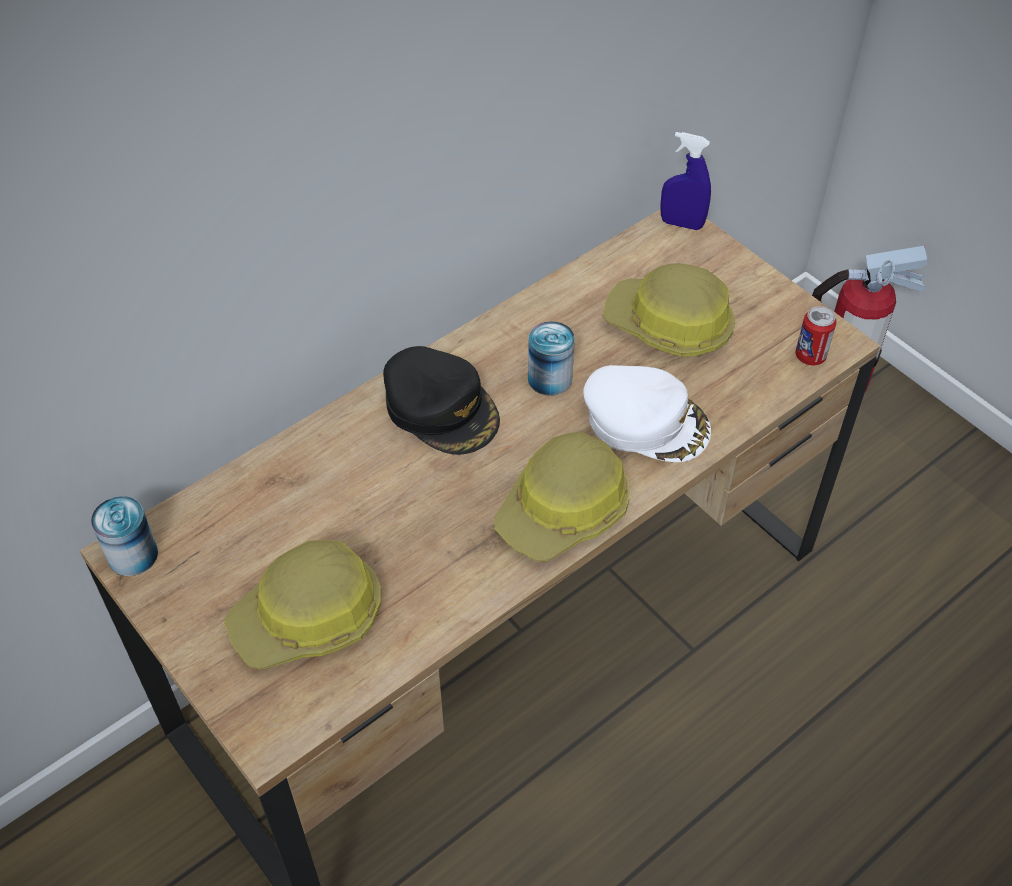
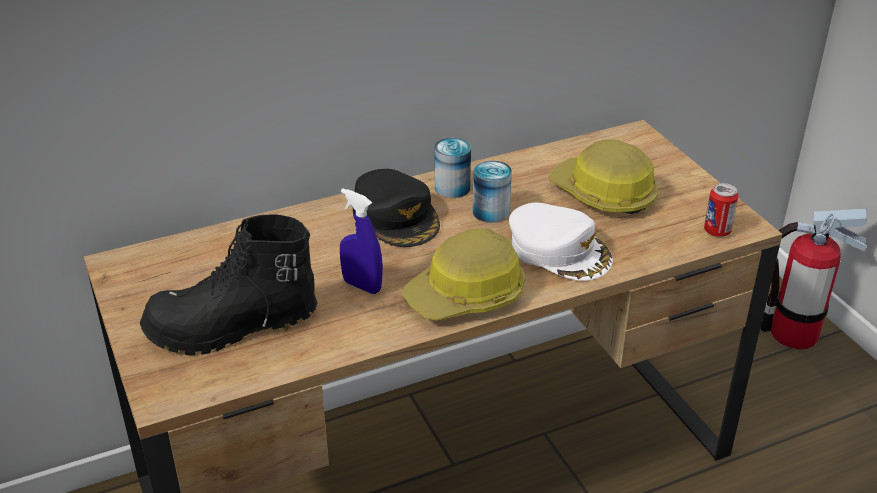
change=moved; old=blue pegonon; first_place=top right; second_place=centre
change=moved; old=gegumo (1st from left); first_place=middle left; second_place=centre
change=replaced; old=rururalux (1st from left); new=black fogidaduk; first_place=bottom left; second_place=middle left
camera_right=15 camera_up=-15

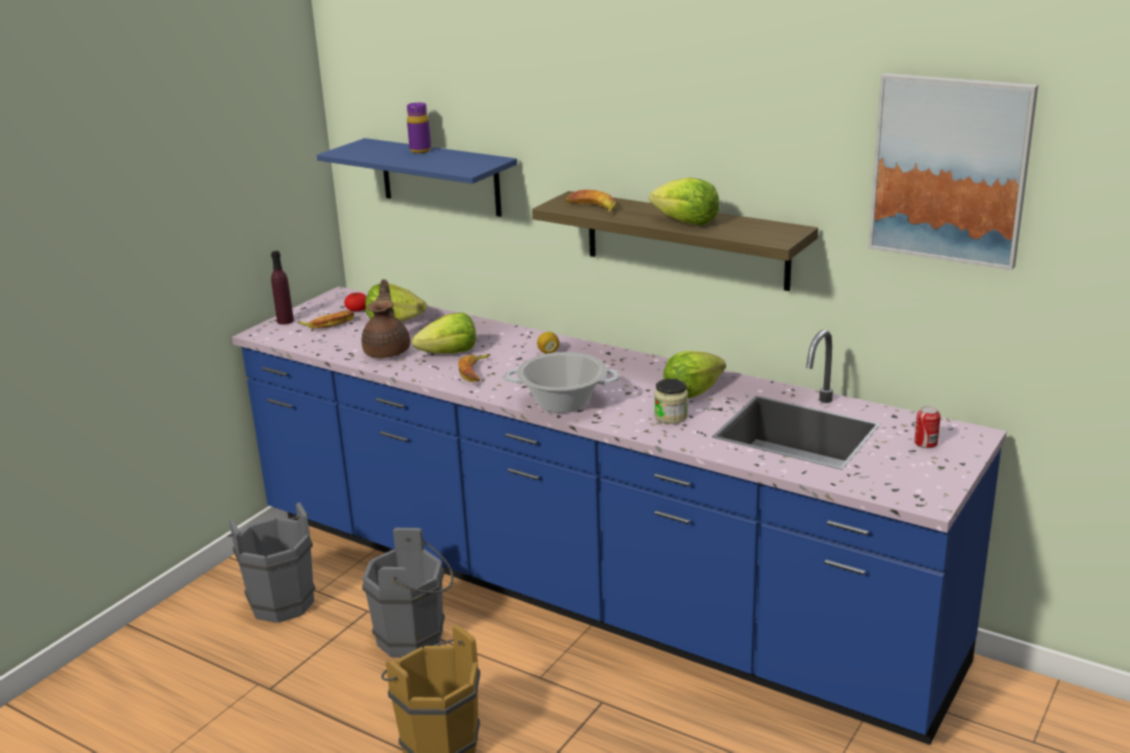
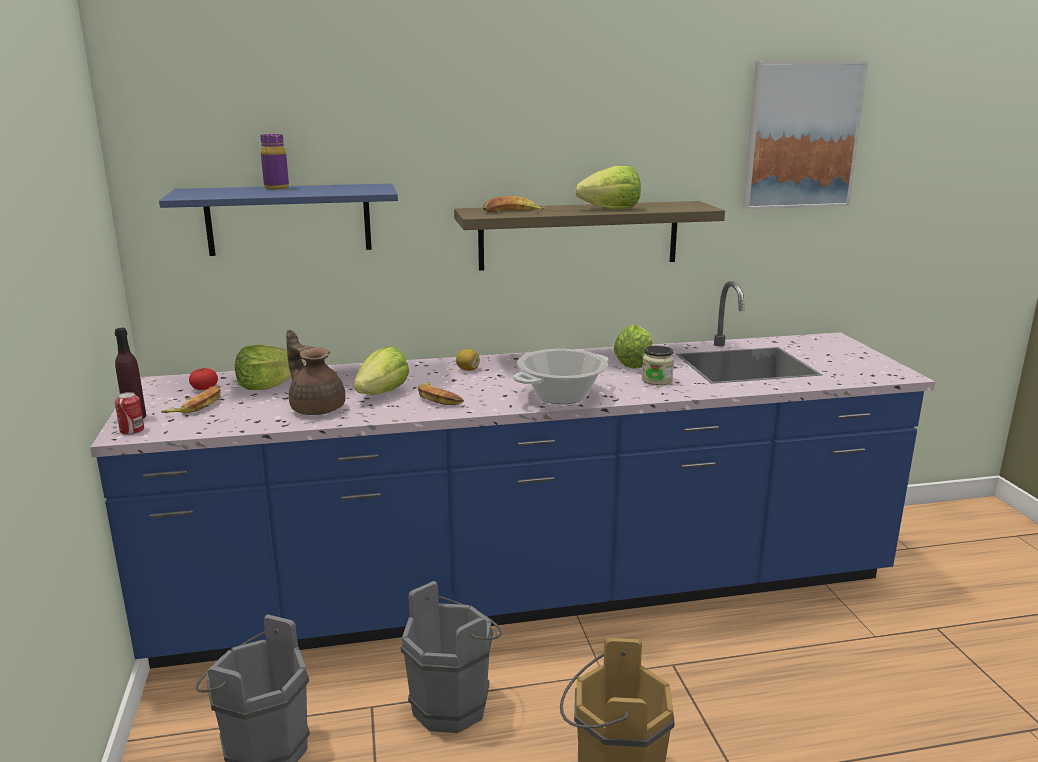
change=moved; old=gegumo; first_place=middle right; second_place=middle left
camera_right=-45 camera_up=-5

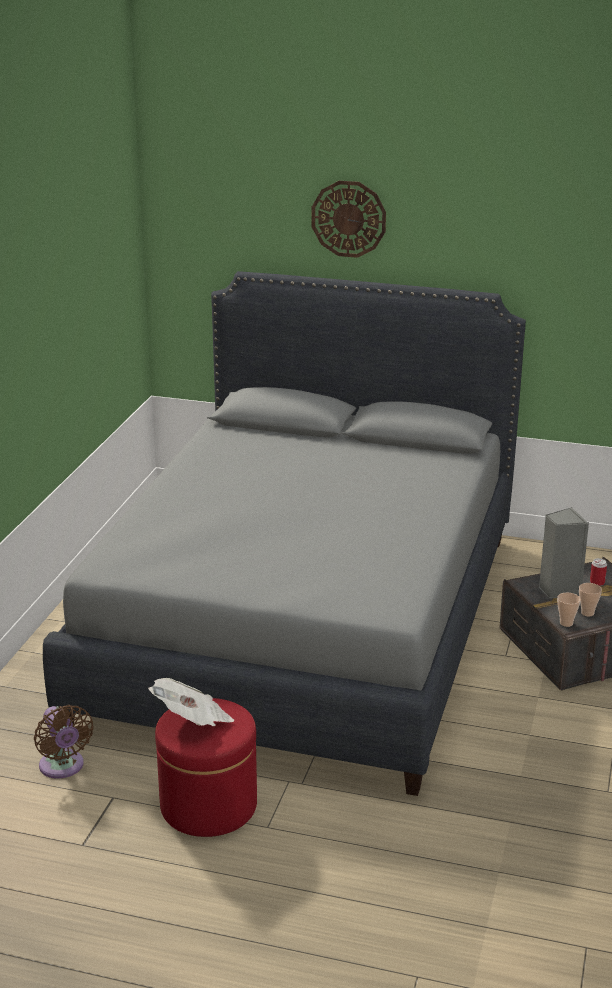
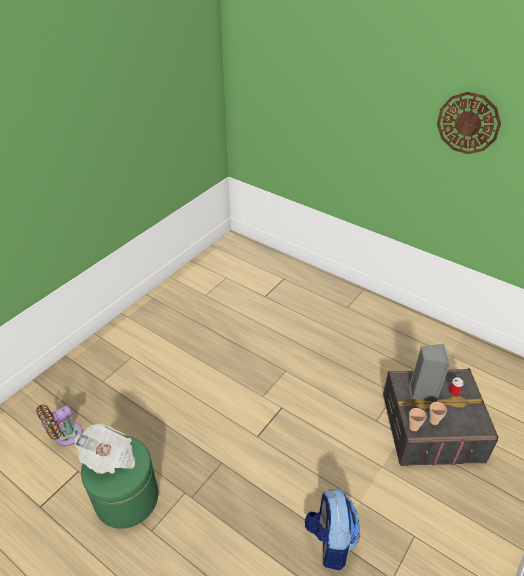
change=moved; old=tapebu; first_place=top centre; second_place=top right
change=removed; old=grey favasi; first_place=centre
change=recoloured; old=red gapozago; new=green gapozago; first_place=bottom centre; second_place=bottom left
change=turned; old=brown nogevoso; first_place=bottom left; second_place=bottom left; degrees=60
change=added; new=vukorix; second_place=bottom centre
camera_right=20 camera_up=15

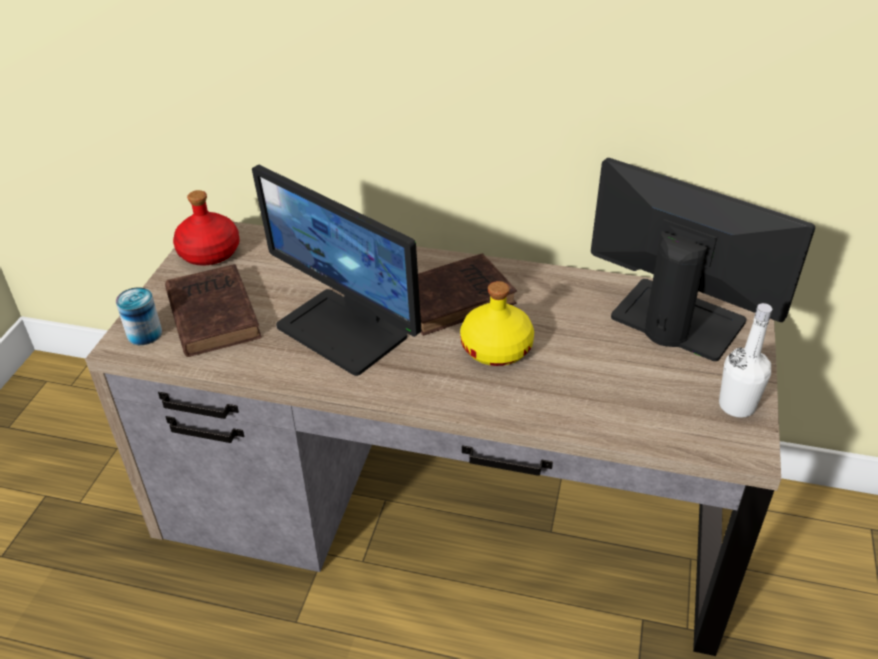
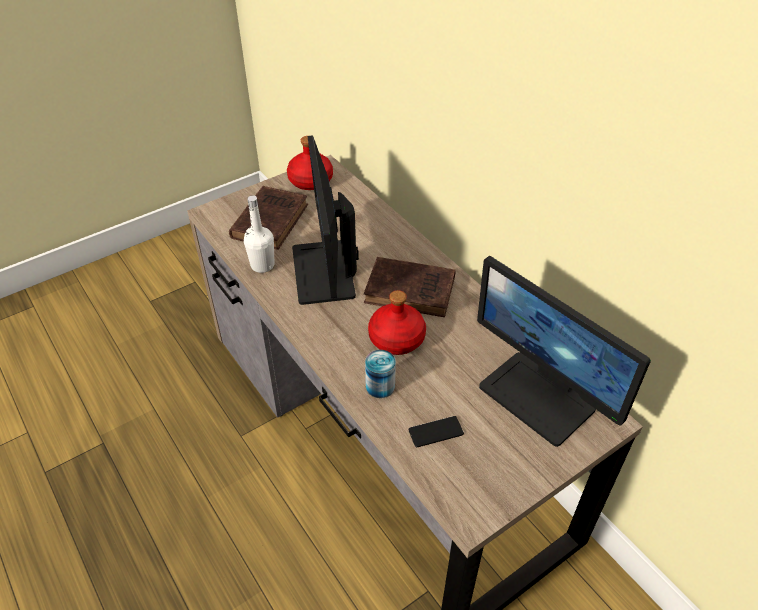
change=turned; old=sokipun (2nd from left); first_place=middle right; second_place=middle right; degrees=150
change=recoloured; old=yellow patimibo; new=red patimibo (2nd from left); first_place=centre; second_place=centre
change=moved; old=gegumo; first_place=middle left; second_place=centre
change=moved; old=white patimibo; first_place=middle right; second_place=centre
change=added; new=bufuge; second_place=bottom centre
camera_right=40 camera_up=5

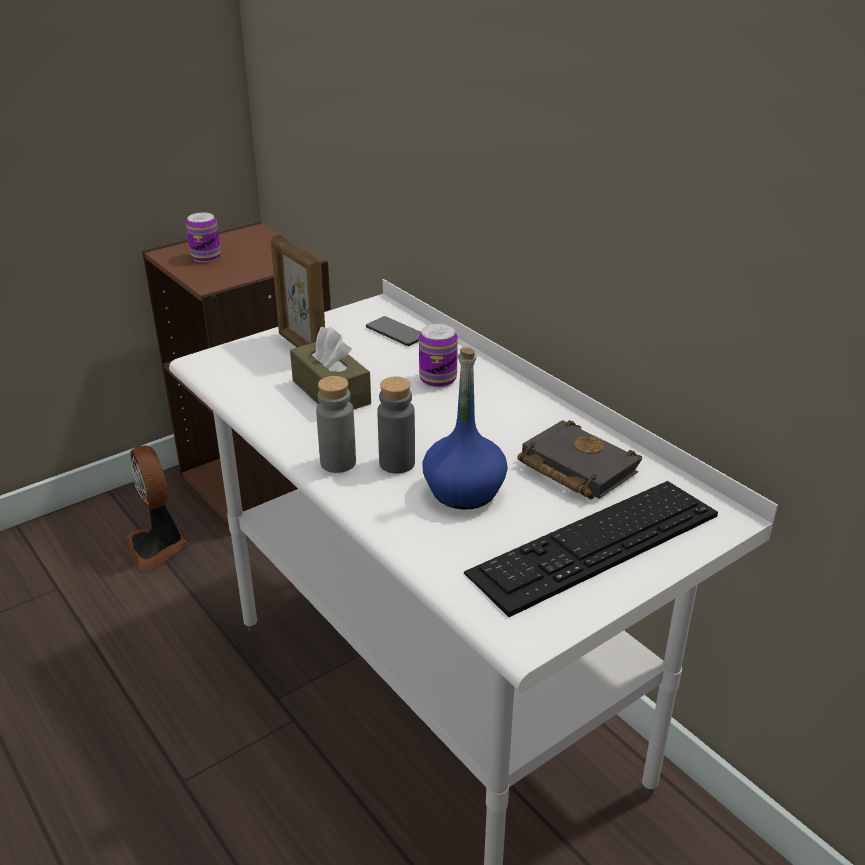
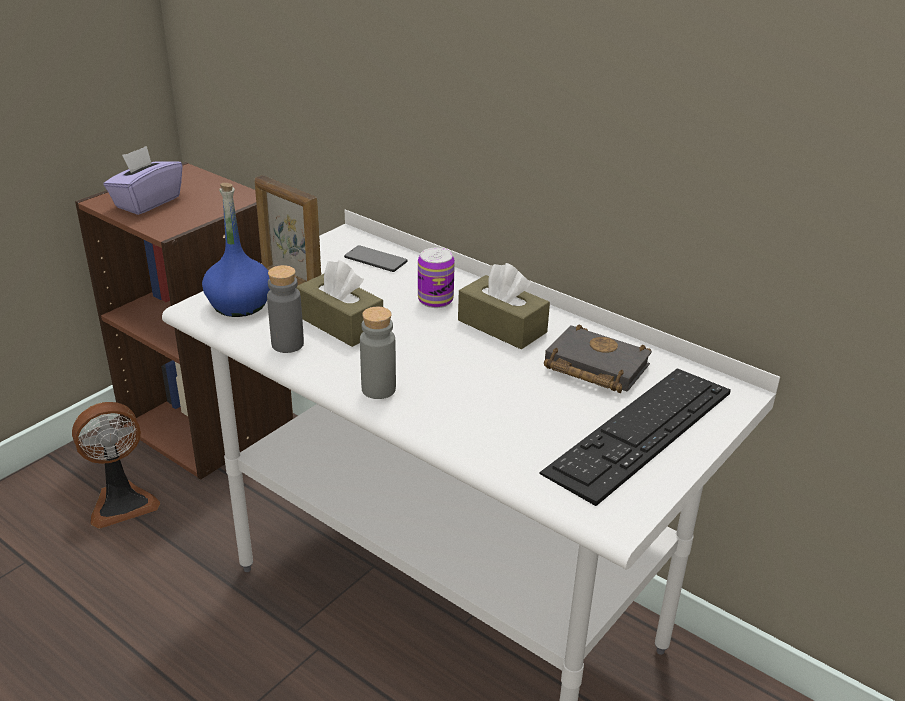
change=replaced; old=gegumo (1st from left); new=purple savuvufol; first_place=top left; second_place=top left
change=moved; old=blue patimibo; first_place=centre; second_place=middle left
change=moved; old=grey patimibo (2nd from left in the first image); new=grey patimibo (1st from left); first_place=centre; second_place=middle left
change=turned; old=nogevoso; first_place=middle left; second_place=middle left; degrees=-75
change=added; new=brown savuvufol (2nd from left); second_place=centre
camera_right=-15 camera_up=0

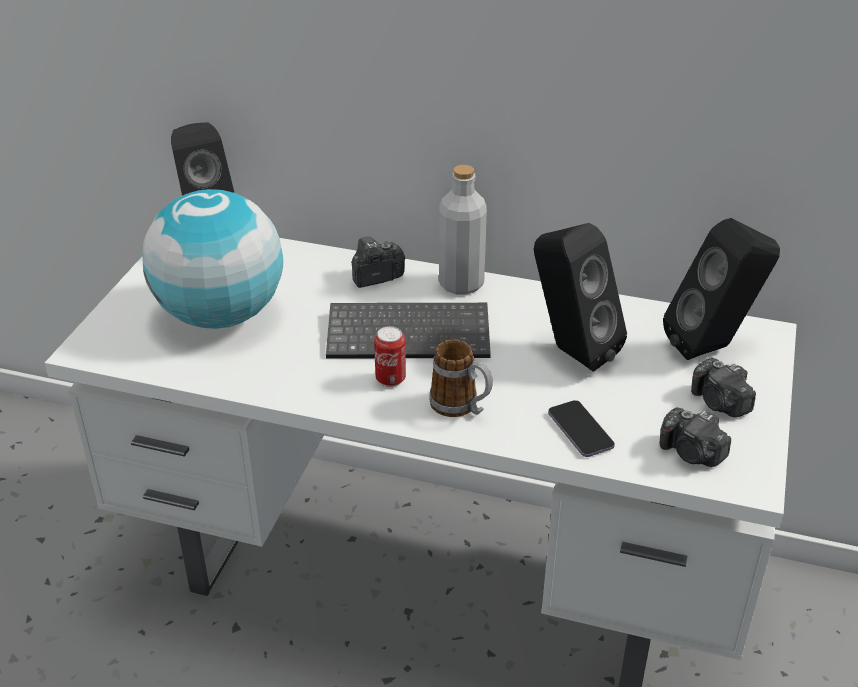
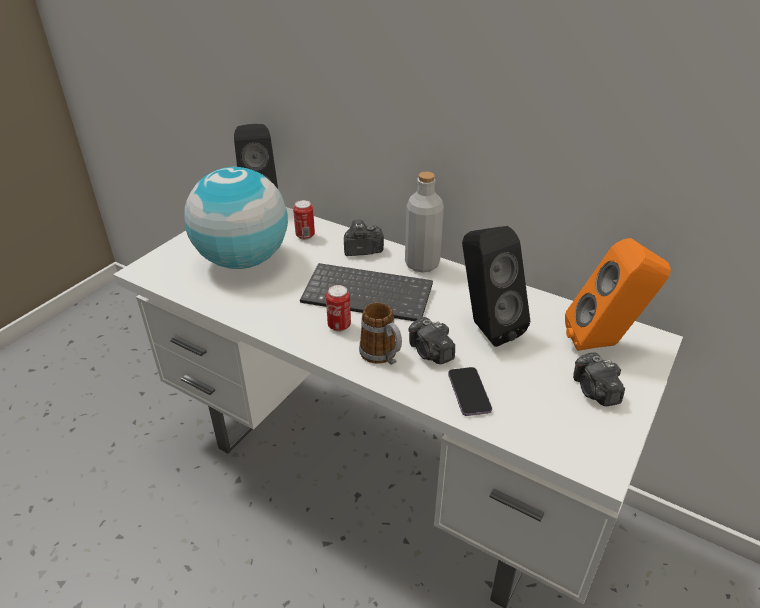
change=recoloured; old=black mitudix (3rd from left); new=orange mitudix; first_place=middle right; second_place=middle right
change=moved; old=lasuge (2nd from left); first_place=middle right; second_place=centre
change=added; new=gegumo (1st from left); second_place=centre
camera_right=15 camera_up=0

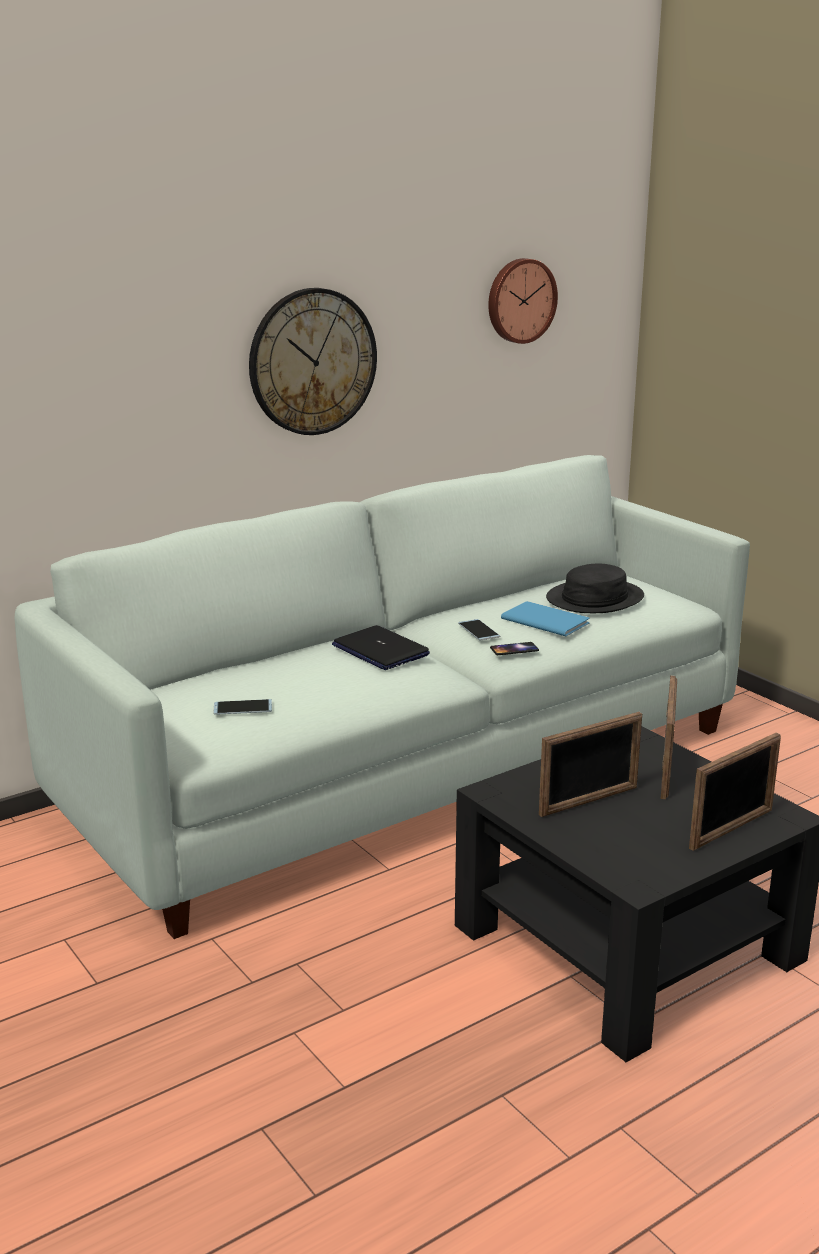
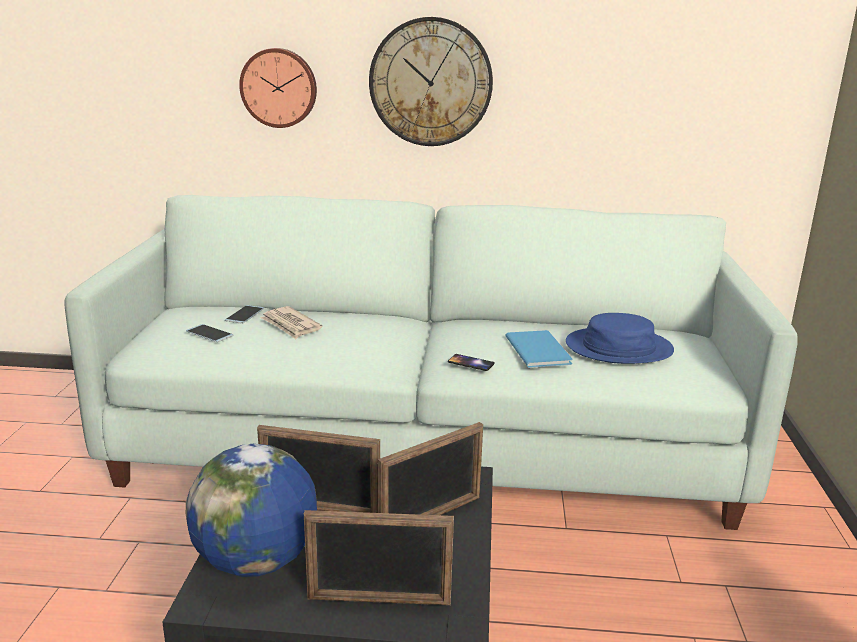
change=moved; old=tapebu (2nd from left in the first image); new=tapebu (1st from left); first_place=top centre; second_place=top left
change=recoloured; old=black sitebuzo; new=blue sitebuzo; first_place=middle right; second_place=middle right
change=moved; old=bufuge (2nd from left); first_place=centre; second_place=middle left
change=removed; old=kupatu; first_place=centre
change=added; new=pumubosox; second_place=centre
change=added; new=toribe; second_place=bottom left
camera_right=40 camera_up=0

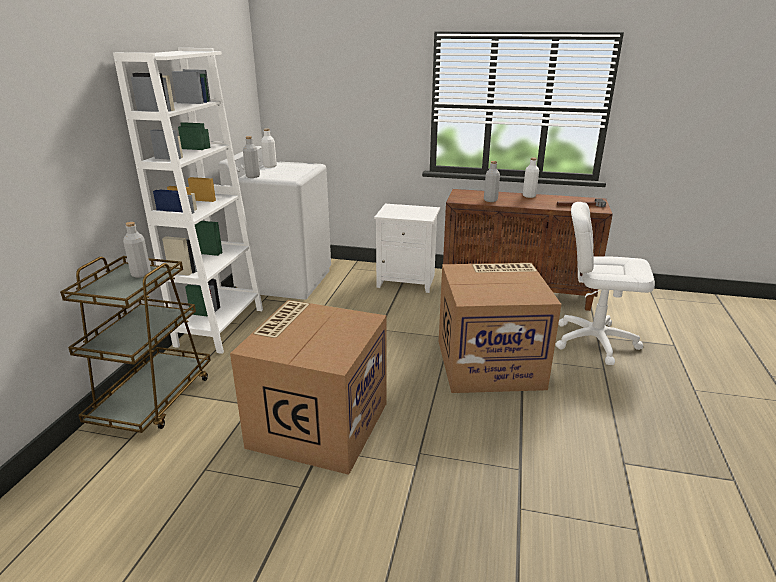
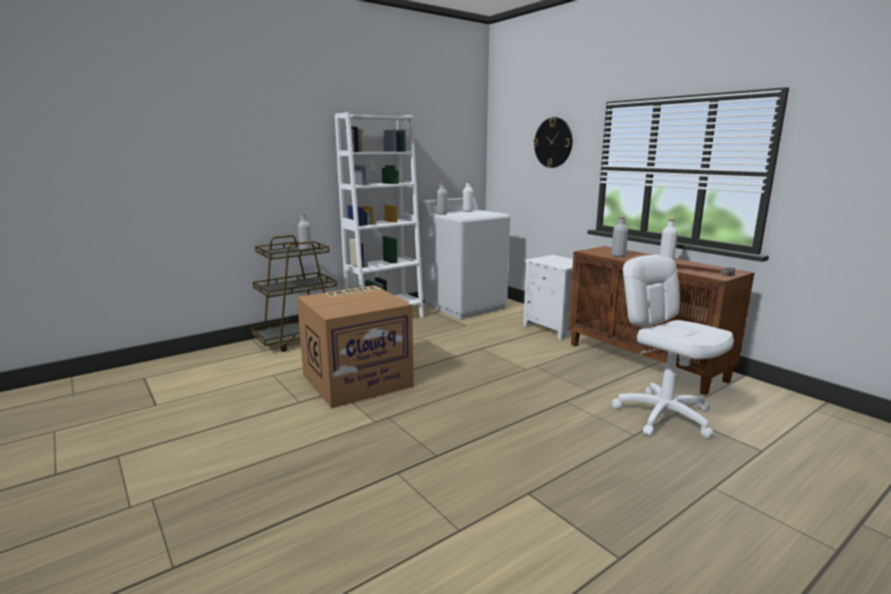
change=removed; old=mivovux (2nd from left); first_place=centre
change=added; new=tapebu; second_place=top centre
camera_right=40 camera_up=-10

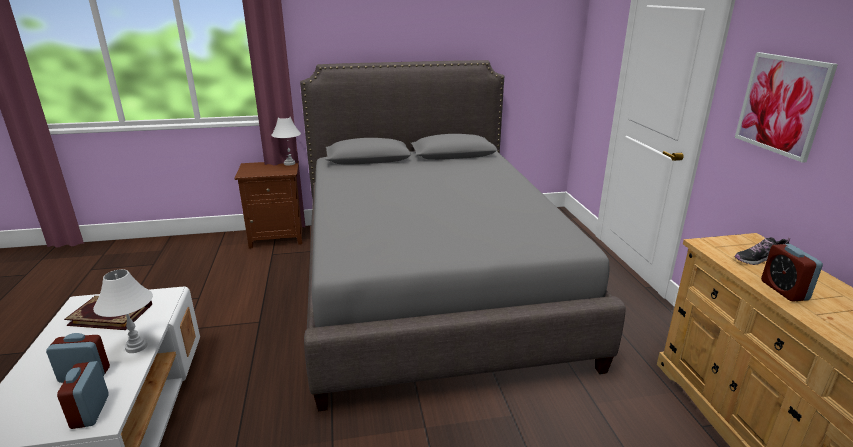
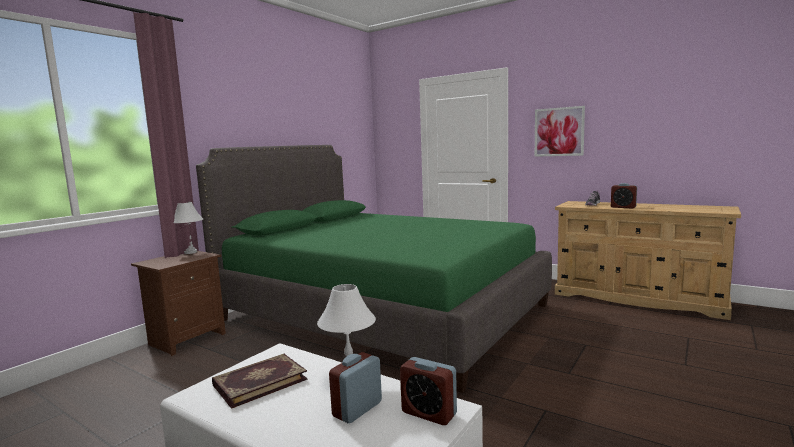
change=recoloured; old=grey favasi; new=green favasi; first_place=centre; second_place=centre
camera_right=-45 camera_up=-15

